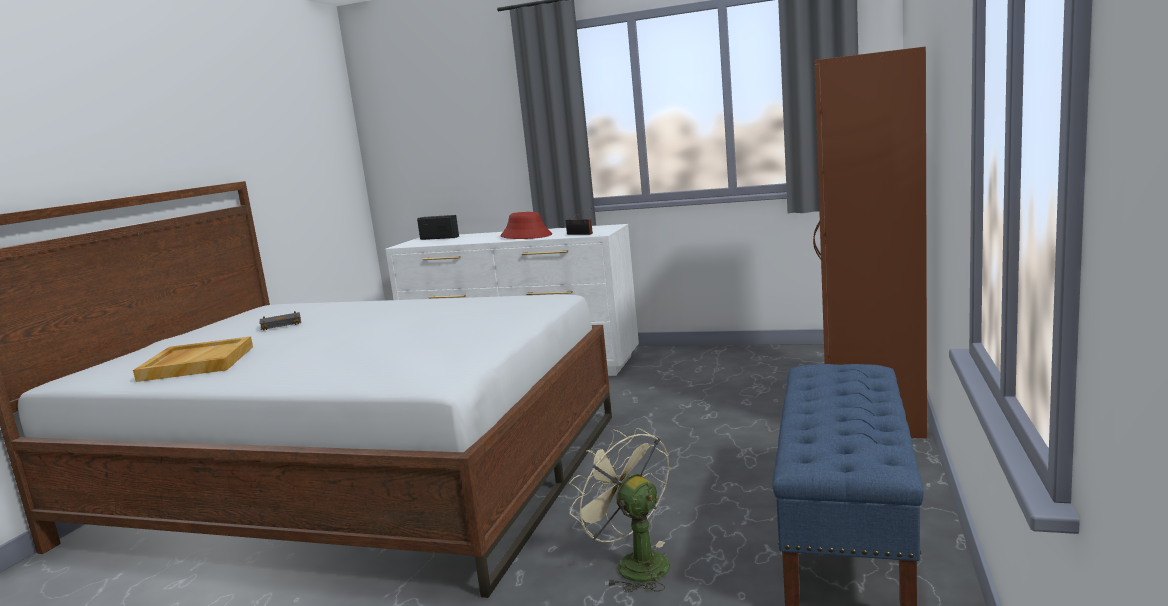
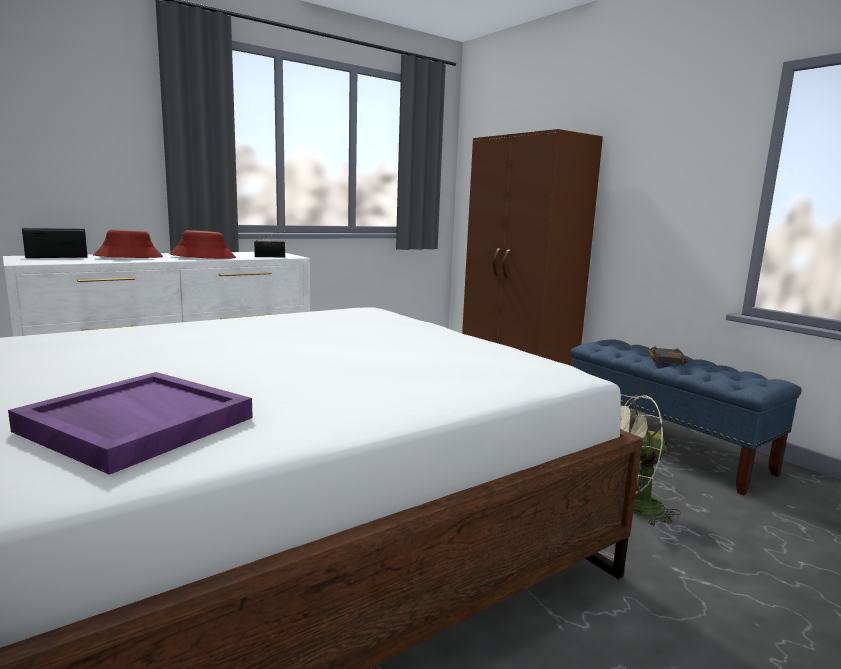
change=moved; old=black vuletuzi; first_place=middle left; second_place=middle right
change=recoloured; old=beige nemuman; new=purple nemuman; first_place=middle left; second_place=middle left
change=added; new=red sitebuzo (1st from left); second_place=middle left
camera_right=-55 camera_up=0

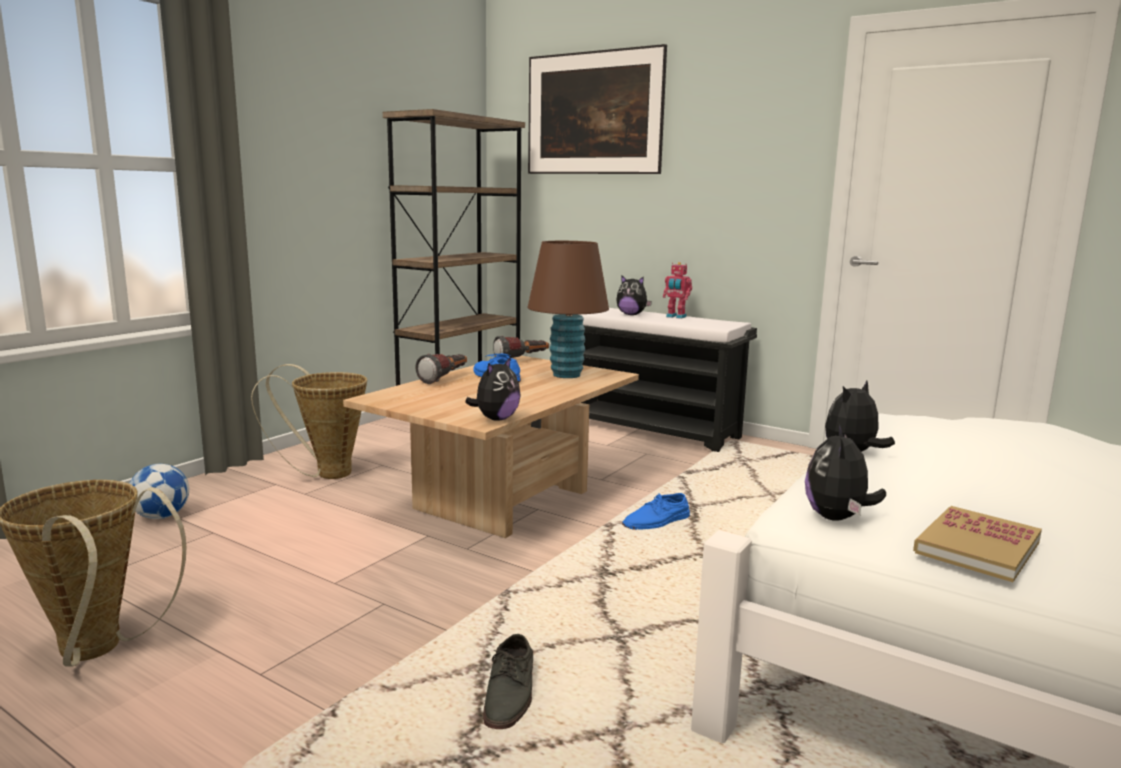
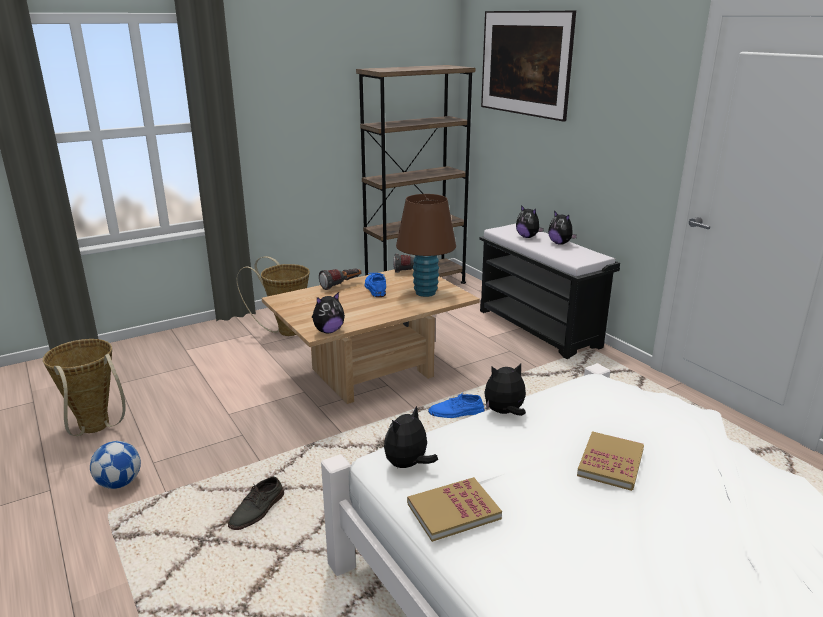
change=replaced; old=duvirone; new=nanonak (5th from left); first_place=centre; second_place=middle right
change=moved; old=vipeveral; first_place=middle left; second_place=bottom left
change=added; new=vuletuzi (2nd from left); second_place=bottom right
camera_right=25 camera_up=10

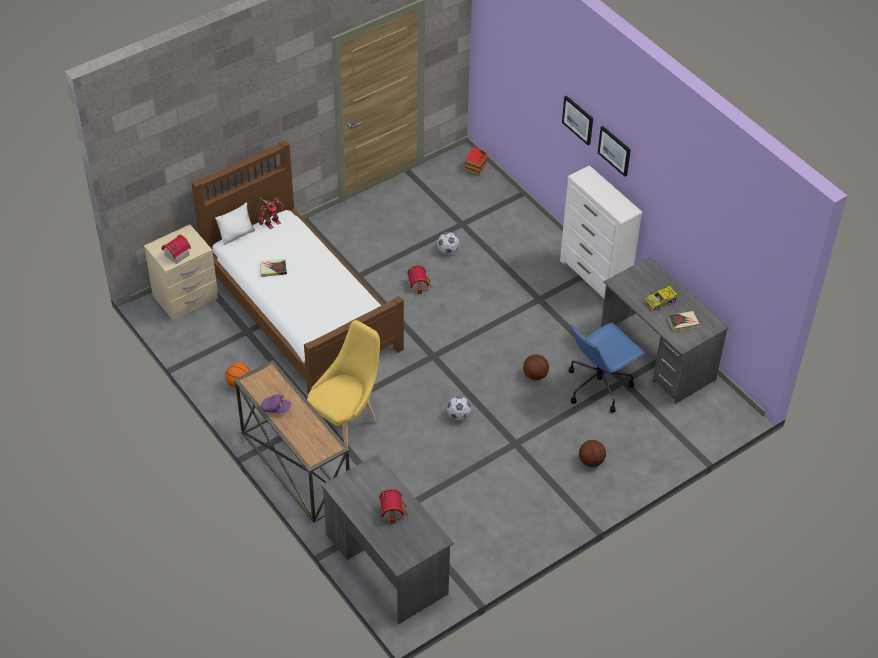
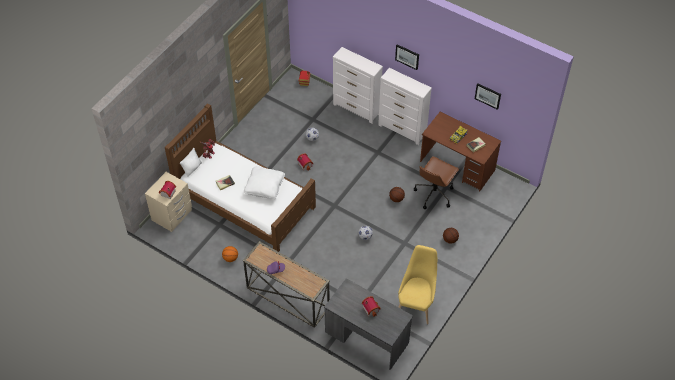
change=moved; old=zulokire (1st from left in the first image); new=zulokire (2nd from left); first_place=top centre; second_place=top right
change=recoloured; old=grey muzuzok (2nd from left); new=brown muzuzok; first_place=middle right; second_place=middle right
change=moved; old=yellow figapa; first_place=centre; second_place=bottom centre
change=recoloured; old=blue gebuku; new=brown gebuku; first_place=middle right; second_place=centre
change=added; new=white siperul (1st from left); second_place=top centre
change=added; new=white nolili (2nd from left); second_place=centre
camera_right=-20 camera_up=5

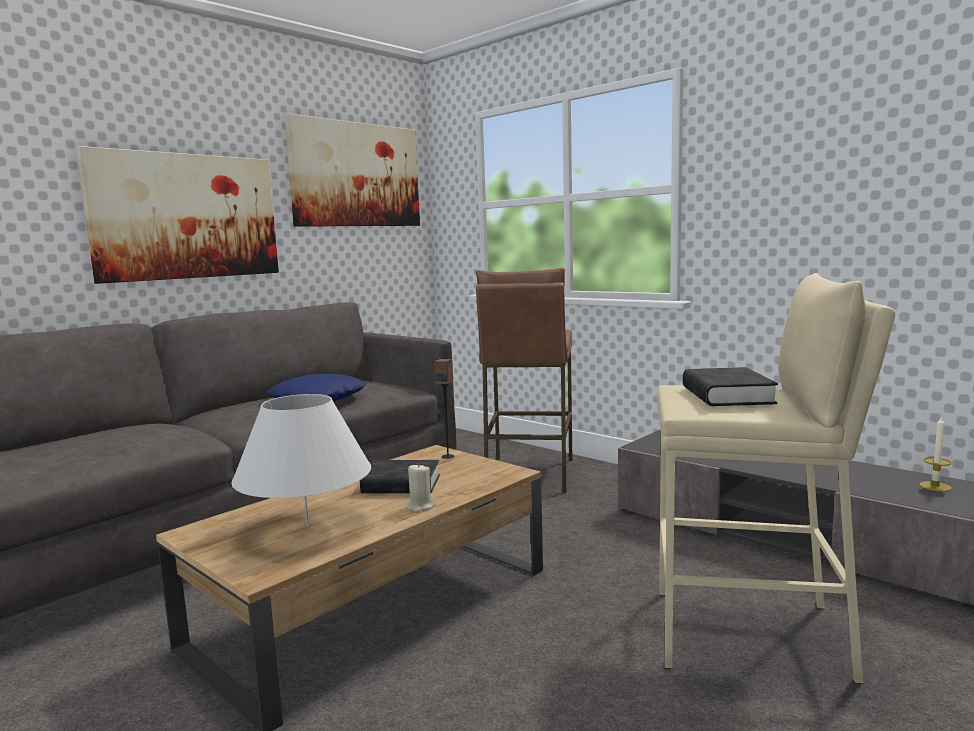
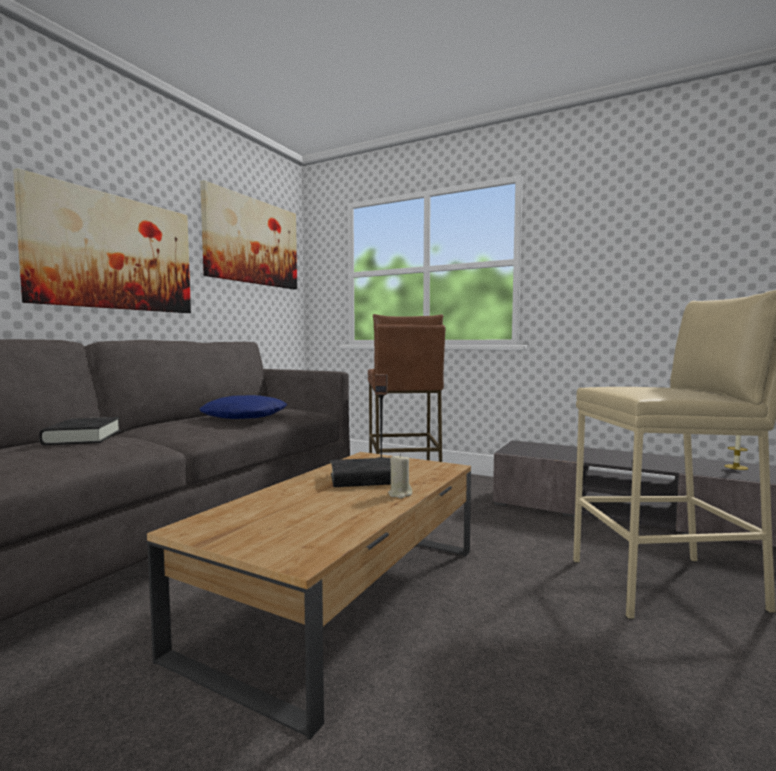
change=moved; old=black vuletuzi (2nd from left in the first image); new=black vuletuzi (1st from left); first_place=middle right; second_place=middle left
change=removed; old=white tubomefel; first_place=middle left
camera_right=-15 camera_up=-5

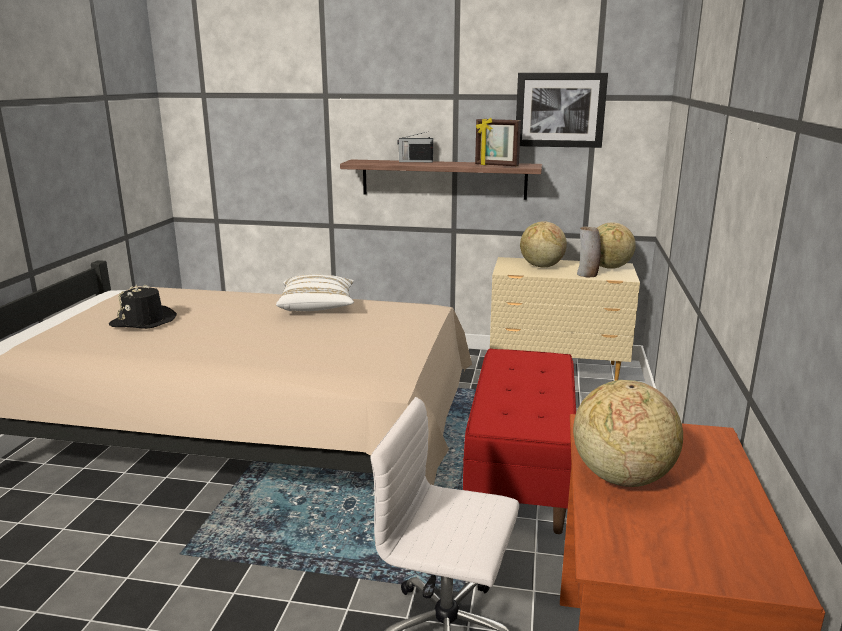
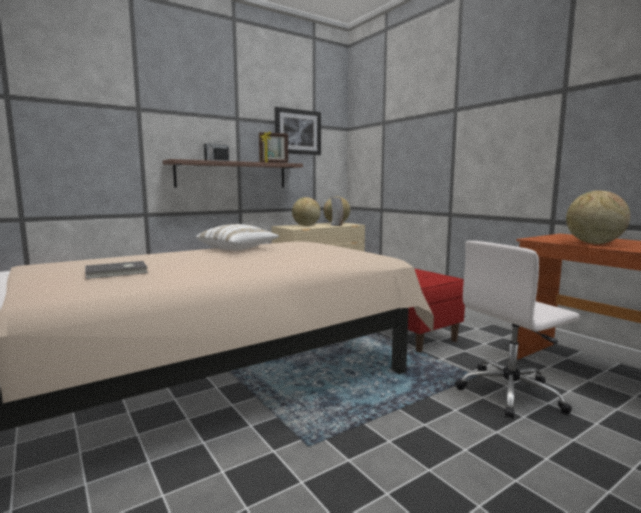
change=replaced; old=black sitebuzo; new=grey vuletuzi; first_place=middle left; second_place=middle left
camera_right=-45 camera_up=-10

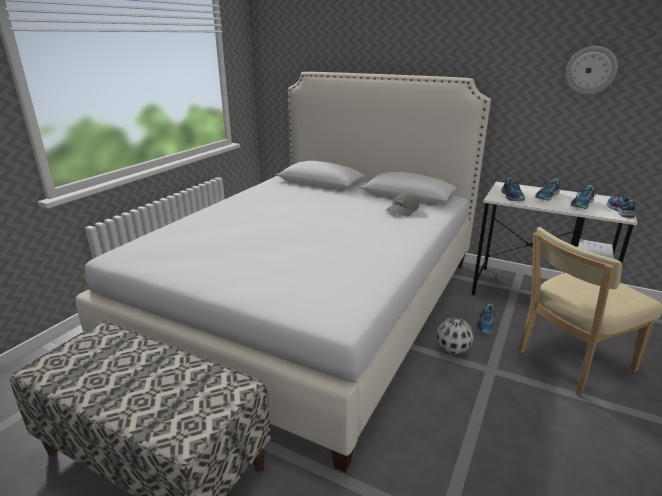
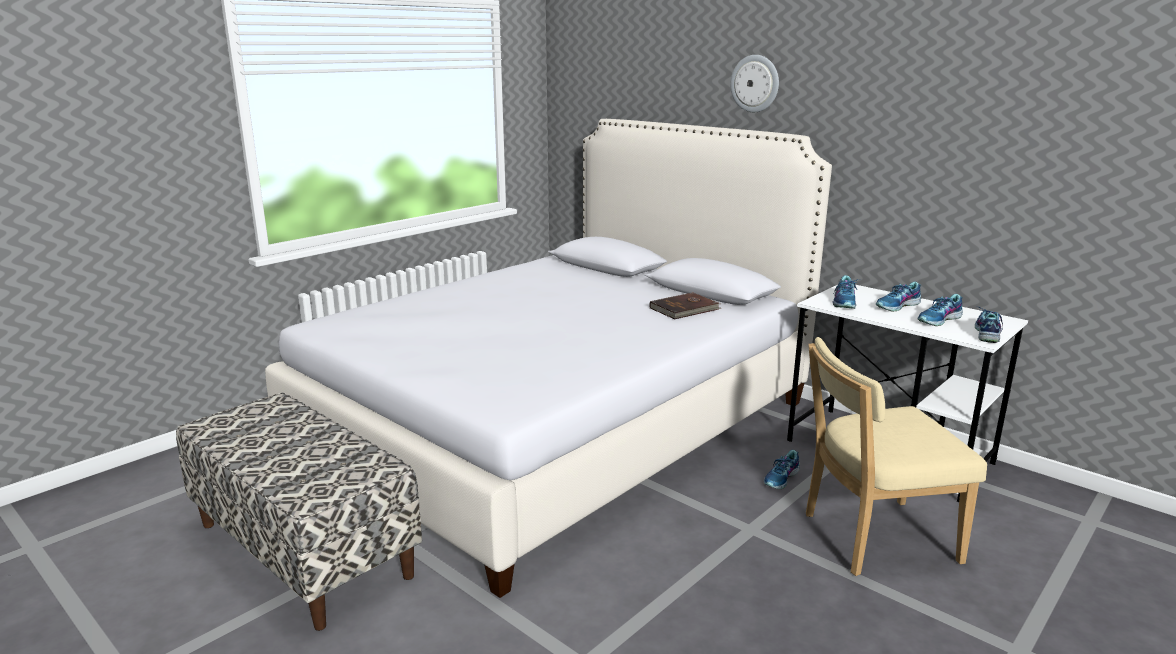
change=moved; old=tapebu; first_place=top right; second_place=top centre
change=replaced; old=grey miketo; new=brown vuletuzi; first_place=centre; second_place=centre
change=removed; old=vipeveral; first_place=bottom right
camera_right=15 camera_up=-5

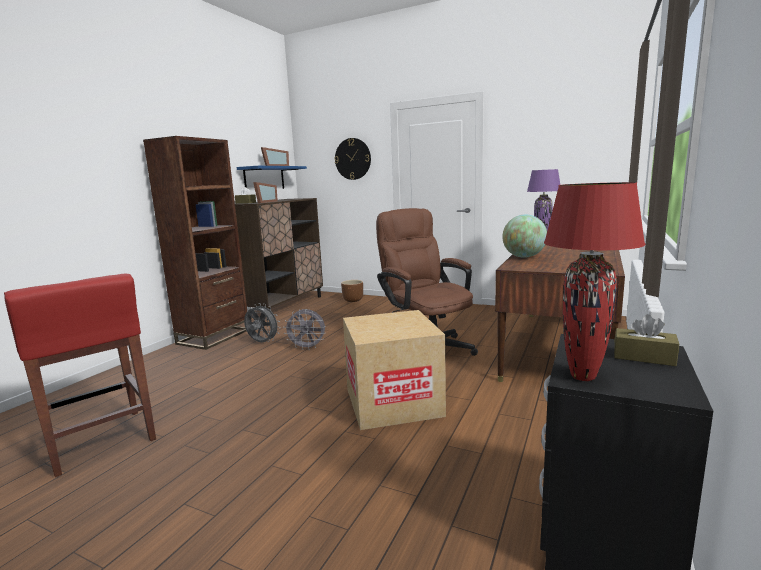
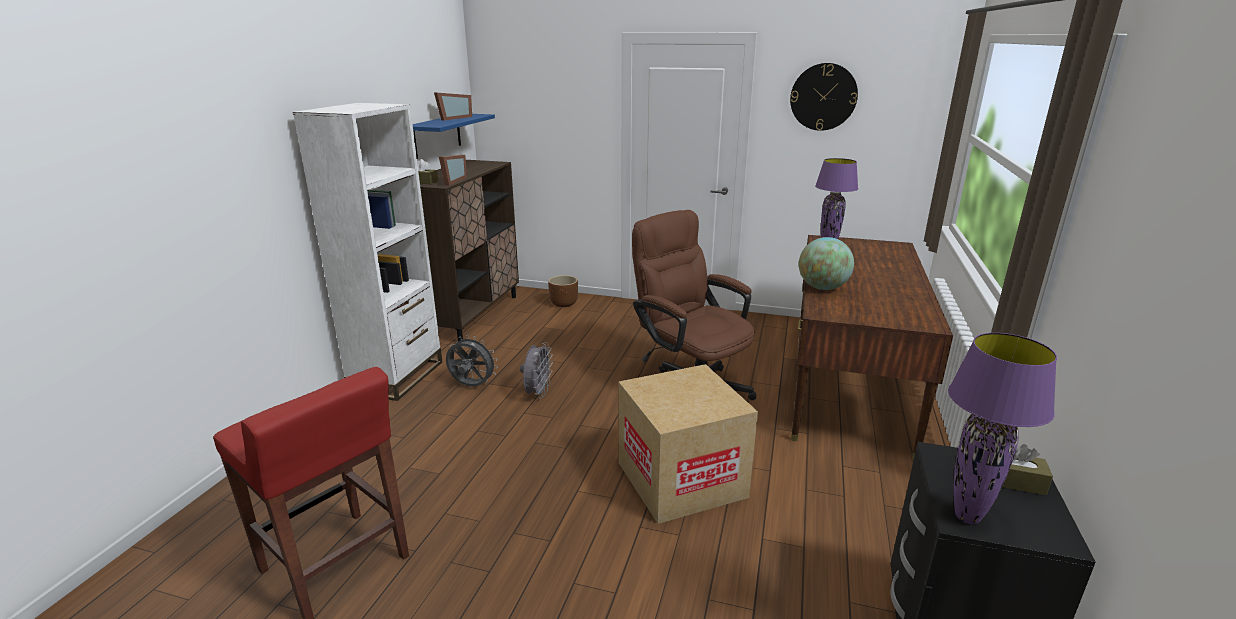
change=recoloured; old=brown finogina; new=white finogina; first_place=middle left; second_place=middle left
change=moved; old=tapebu; first_place=top centre; second_place=top right
change=recoloured; old=red tubomefel; new=purple tubomefel (2nd from left); first_place=middle right; second_place=bottom right
change=turned; old=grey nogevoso (2nd from left); first_place=centre; second_place=centre; degrees=-75
camera_right=-10 camera_up=10

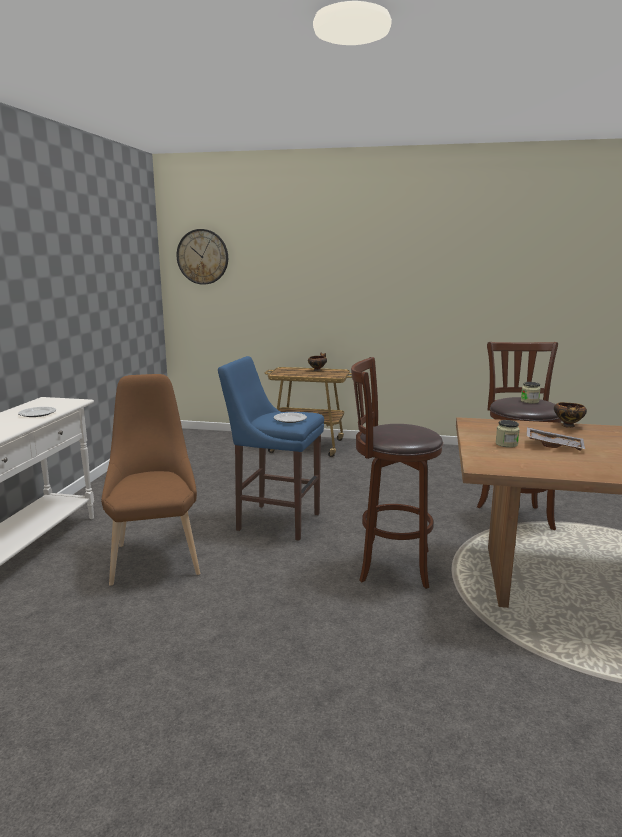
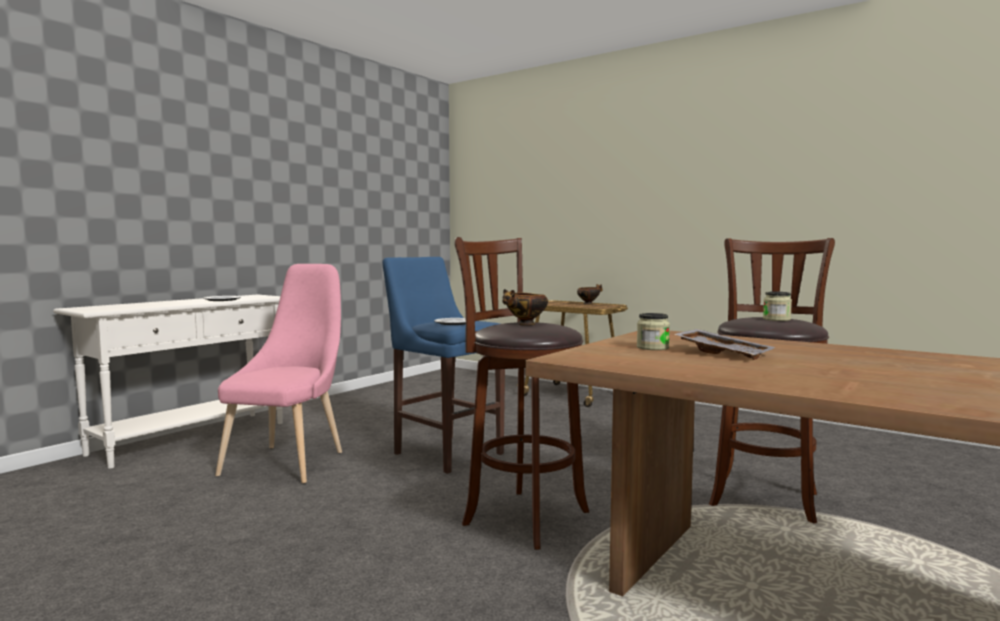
change=removed; old=tapebu; first_place=top left
change=recoloured; old=brown figapa; new=pink figapa; first_place=middle left; second_place=middle left
change=moved; old=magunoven (2nd from left in the first image); new=magunoven (1st from left); first_place=middle right; second_place=centre
camera_right=25 camera_up=-10

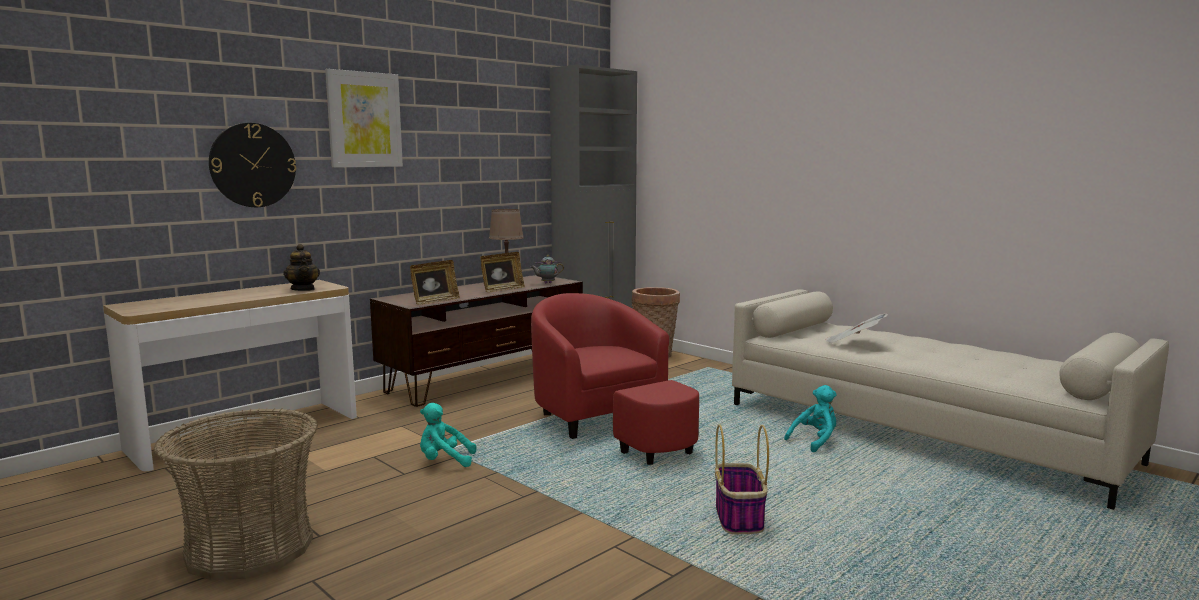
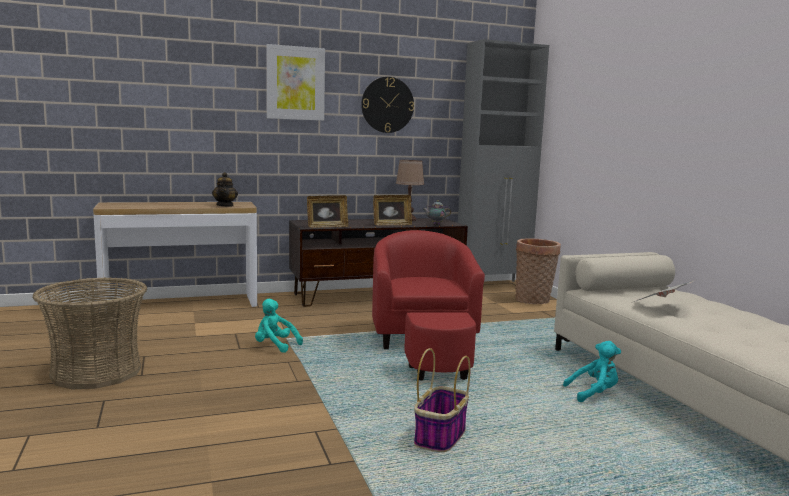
change=moved; old=tapebu; first_place=top left; second_place=top centre
camera_right=25 camera_up=0

